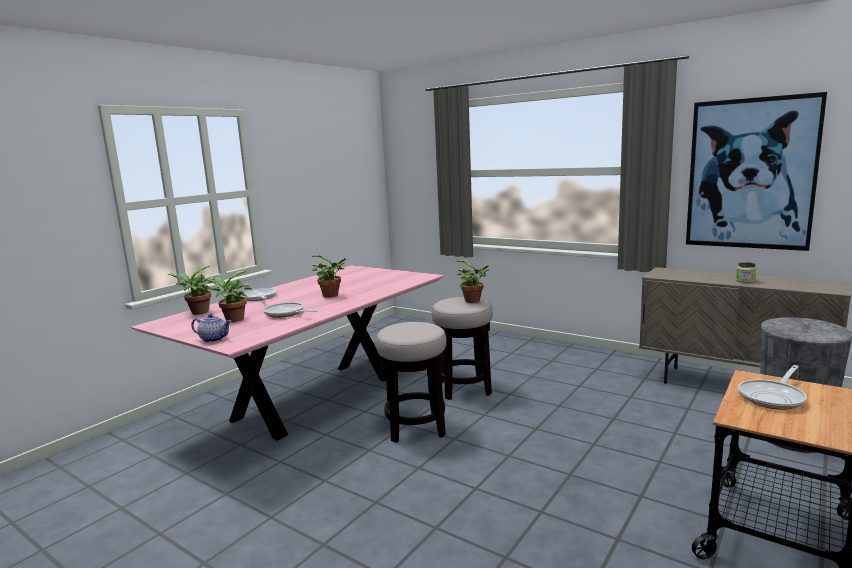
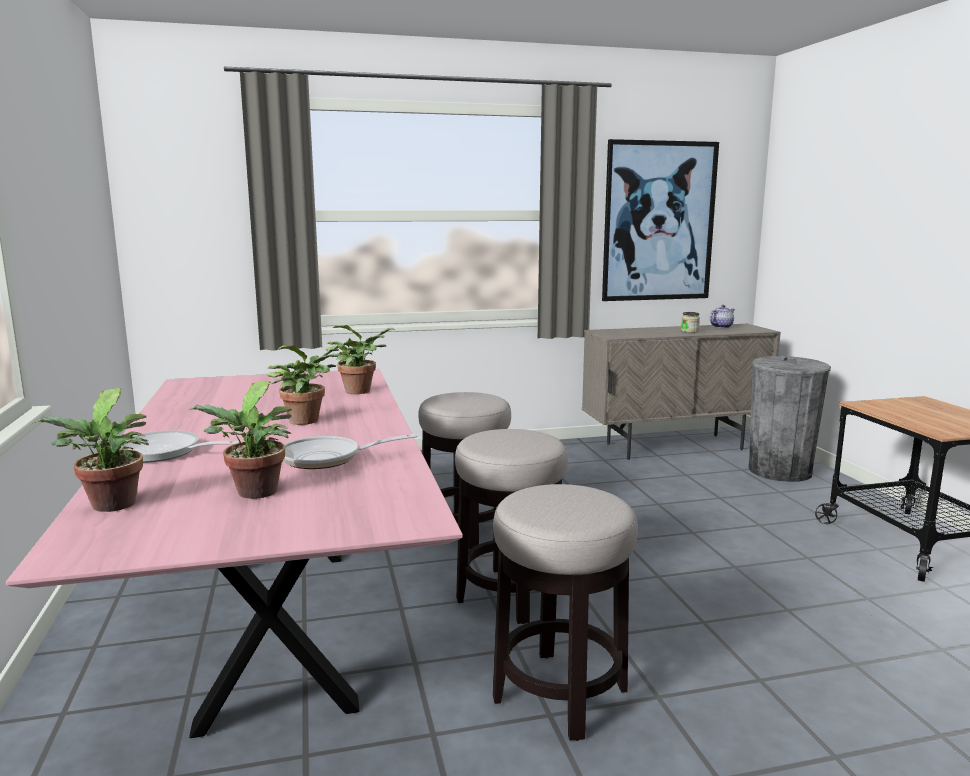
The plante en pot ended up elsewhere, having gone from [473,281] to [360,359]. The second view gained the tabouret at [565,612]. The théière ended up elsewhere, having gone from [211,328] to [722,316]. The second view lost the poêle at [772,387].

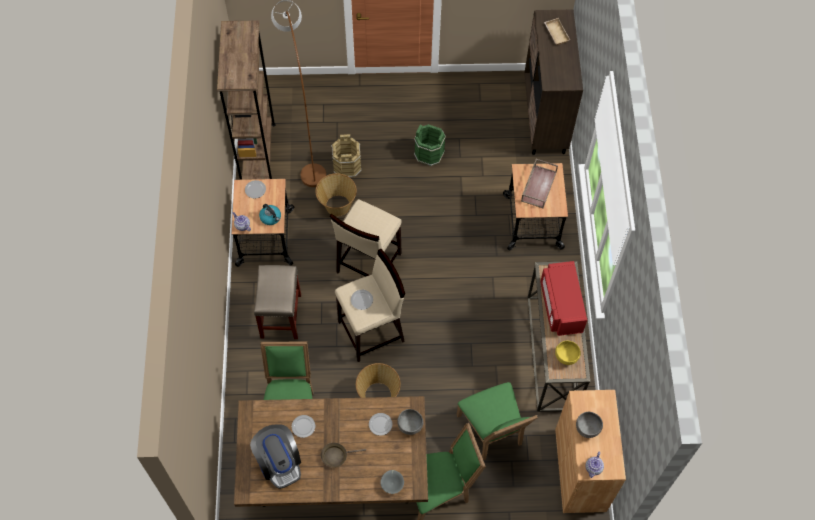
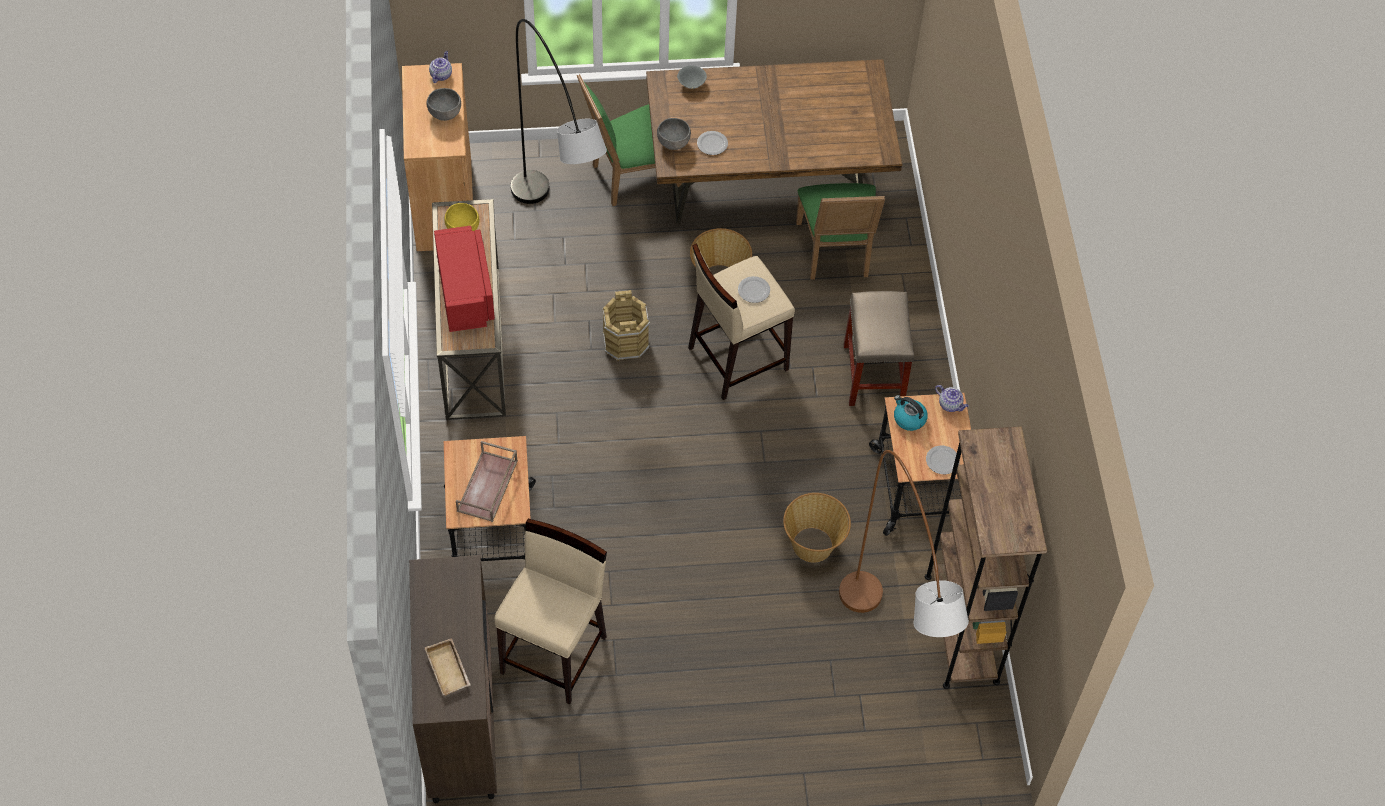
The tabouret/beige ended up elsewhere, having gone from [366,237] to [550,611]. Where the chaise/vert stood at [497,421], the lampadaire/gris came to stand at [559,111]. The seau/marron ended up elsewhere, having gone from [346,155] to [626,325]. The second view lost the machine à café at [275,456]. The second view lost the assiette at [303,426]. The second view lost the poêle/marron at [343,455]. The second view lost the seau/vert at [430,145].

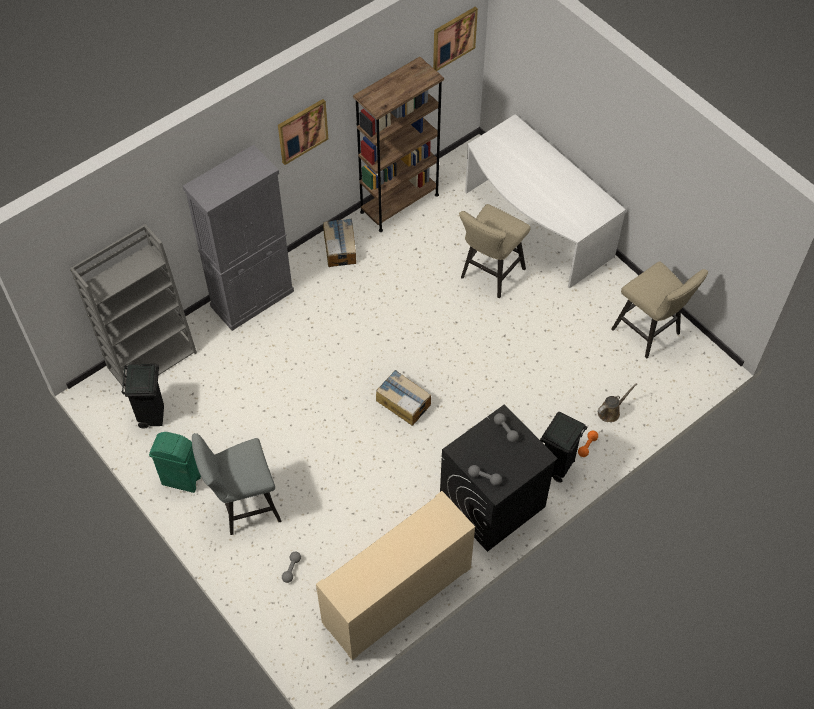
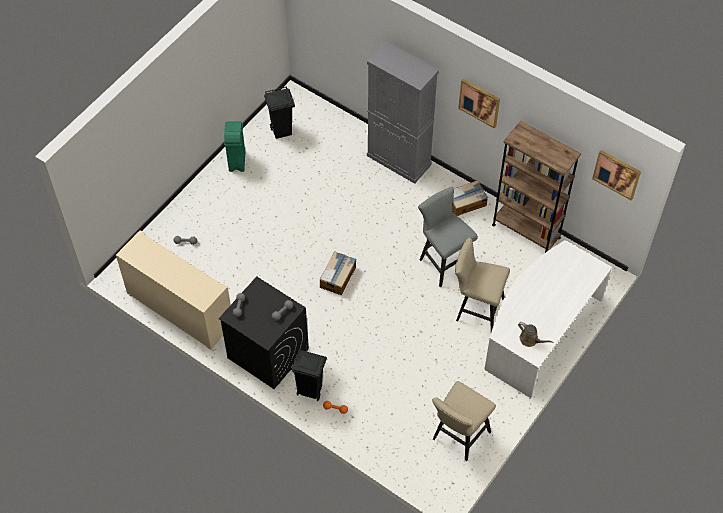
The tabouret/gris ended up elsewhere, having gone from [237,484] to [448,237]. The arrosoir/marron ended up elsewhere, having gone from [617,402] to [536,334]. The second view lost the bibliothèque/gris at [133,306].

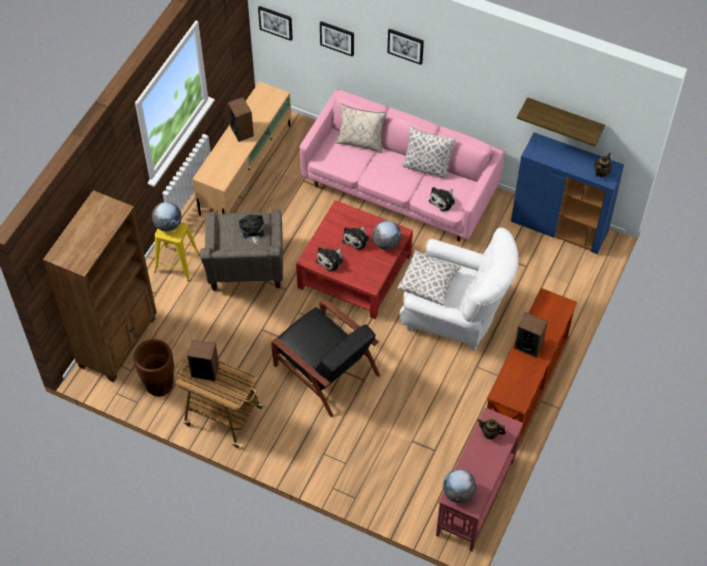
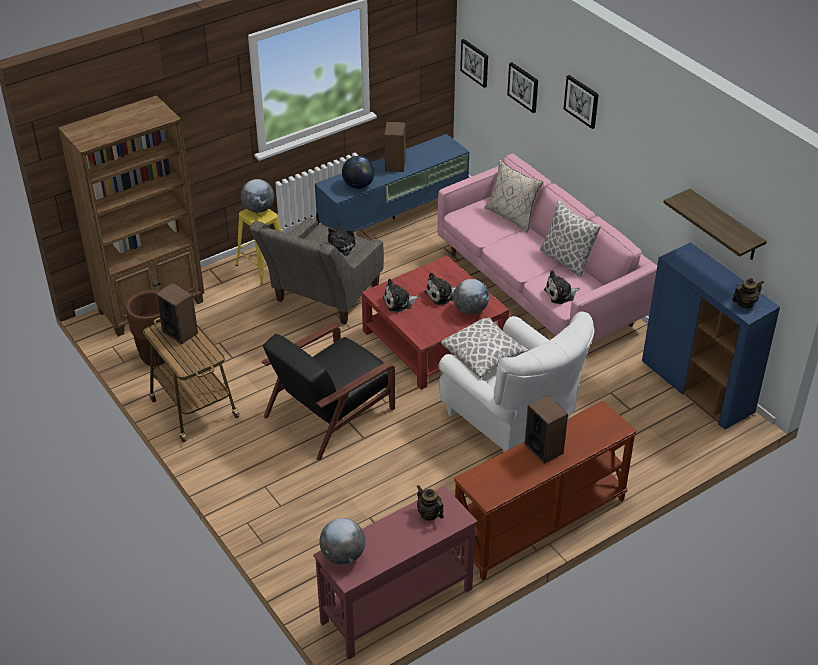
The fauteuil/noir at [325,358] ended up facing another way, 60 degrees clockwise from before. What was the meuble télé/beige at [241,148] turned into the meuble télé/bleu at [392,183]. The second view gained the globe at [358,172].

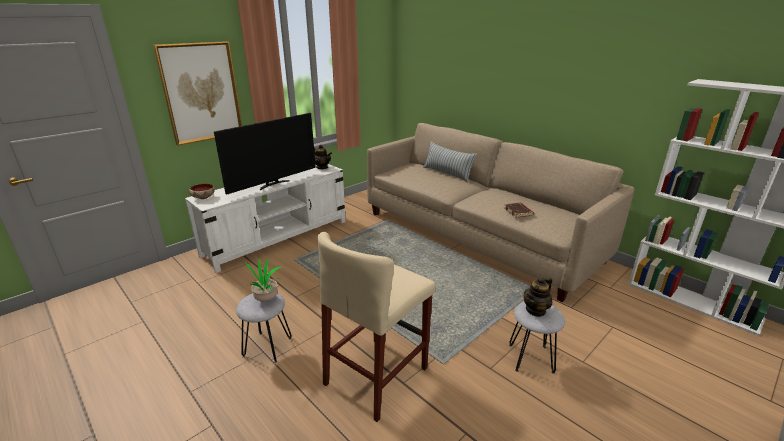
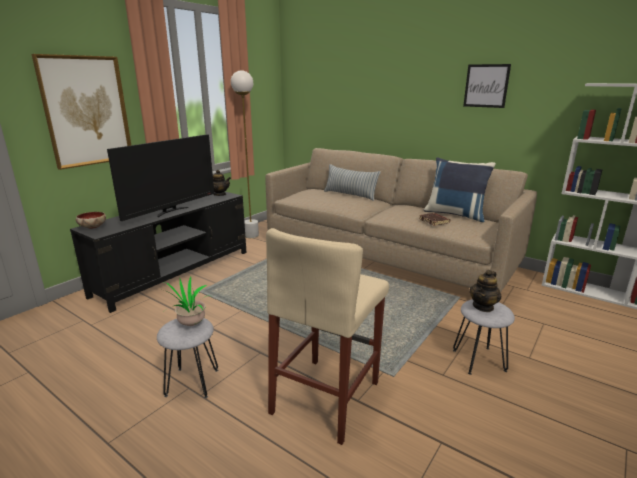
What was the meuble télé/blanc at [265,218] turned into the meuble télé/noir at [158,252]. The second view gained the lampadaire/blanc at [245,154]. The second view gained the coussin/bleu at [460,189]. The second view gained the tableau at [487,86].

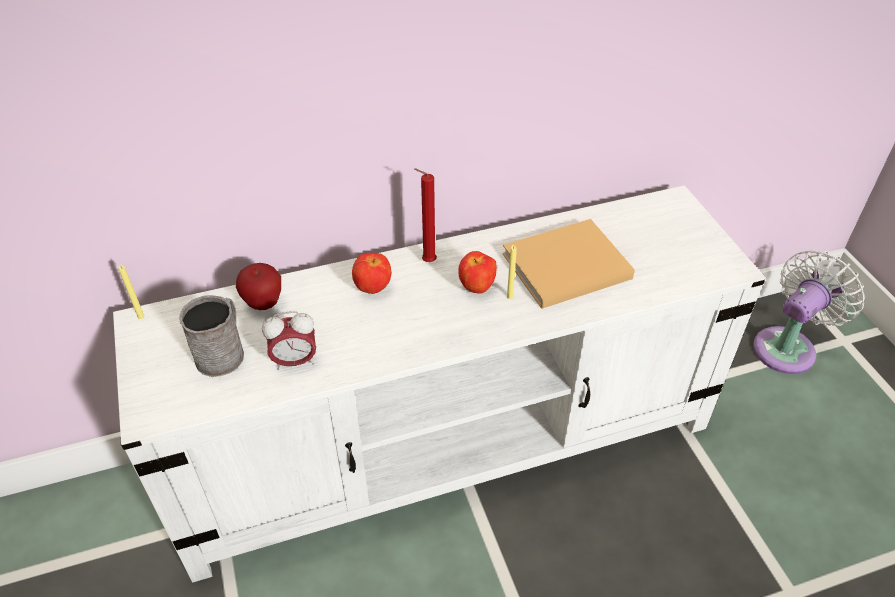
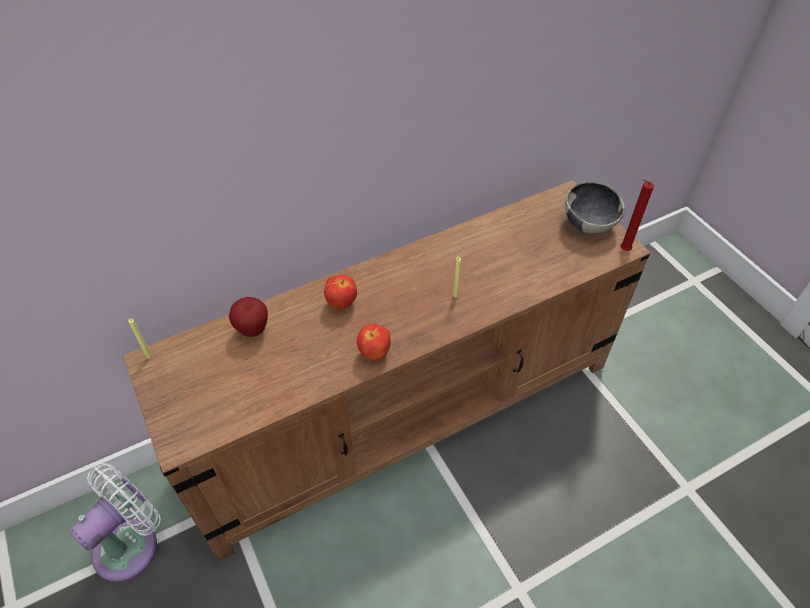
The ventilateur/blanc ended up elsewhere, having gone from [809,312] to [115,522]. What was the meuble télé/blanc at [439,384] turned into the meuble télé/marron at [386,370]. The pomme ended up elsewhere, having gone from [477,272] to [374,342]. The second view gained the bol at [595,208]. The bougie/rouge ended up elsewhere, having gone from [425,215] to [637,215]. The second view lost the mug/gris at [211,336]. The second view lost the réveil at [289,340]. The second view lost the livre/beige at [568,264].

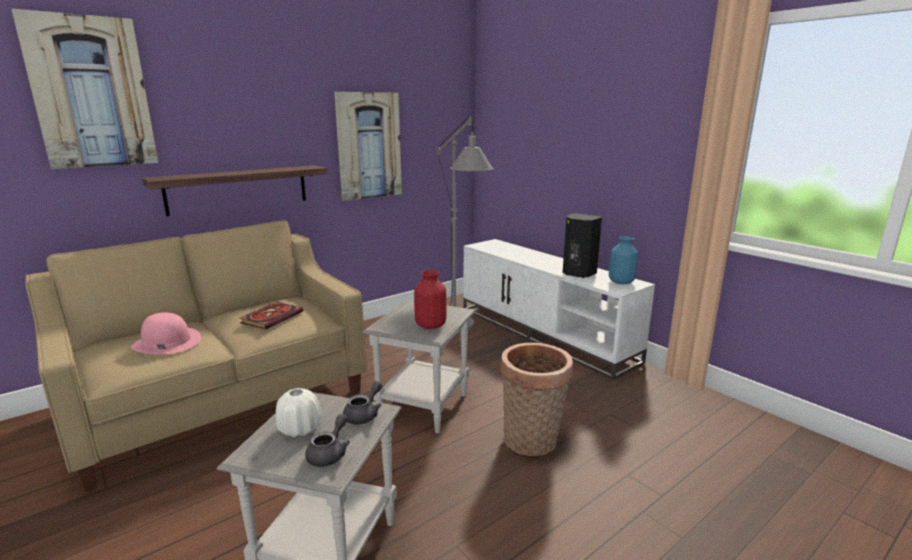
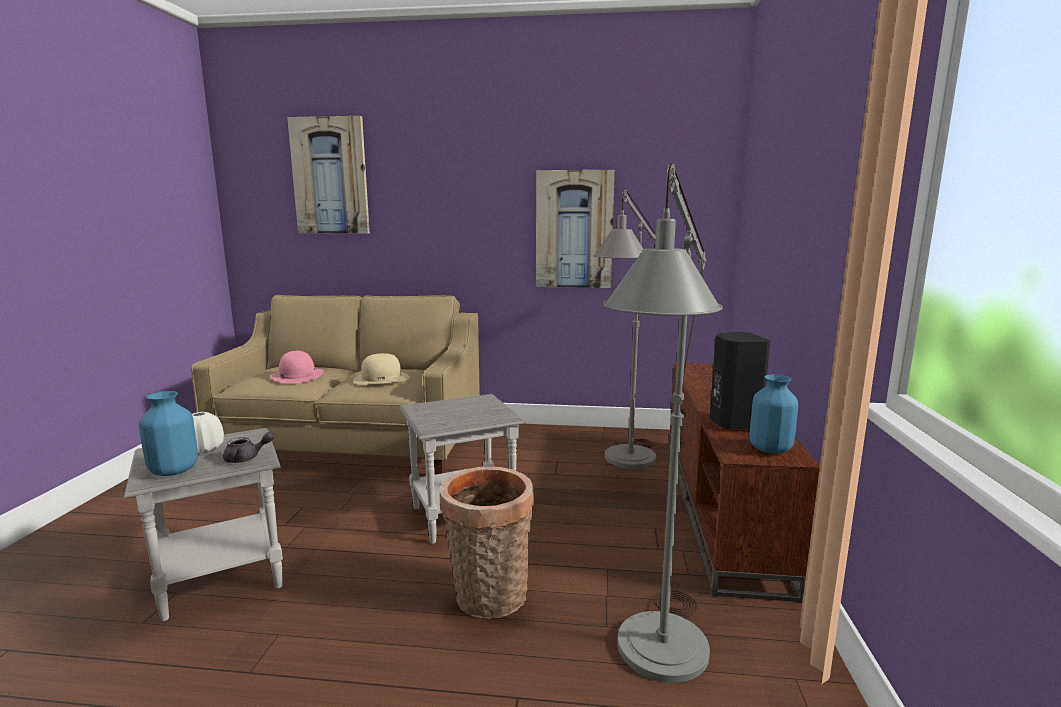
Where the théière/gris stood at [327,440], the vase/bleu came to stand at [168,433]. Where the livre stood at [271,315], the chapeau/beige came to stand at [381,369]. The second view gained the lampadaire/gris at [663,423]. What was the meuble télé/blanc at [559,309] turned into the meuble télé/marron at [744,482]. The second view lost the étagère at [234,190]. The second view lost the vase/rouge at [430,299].

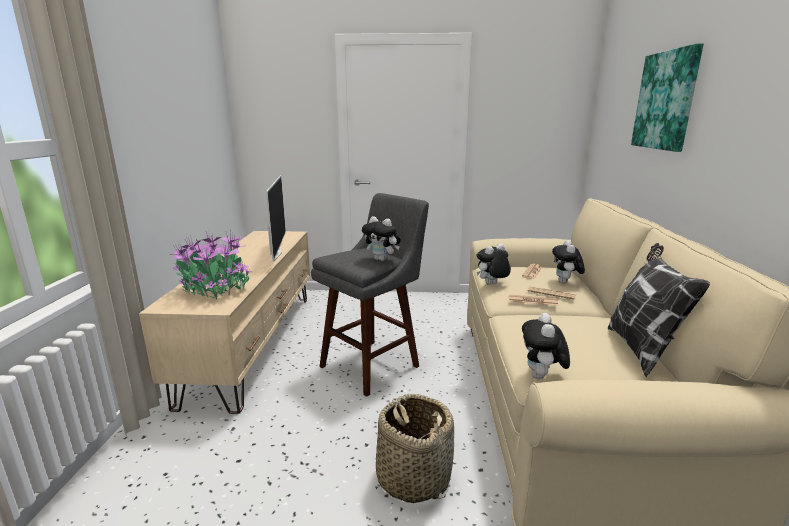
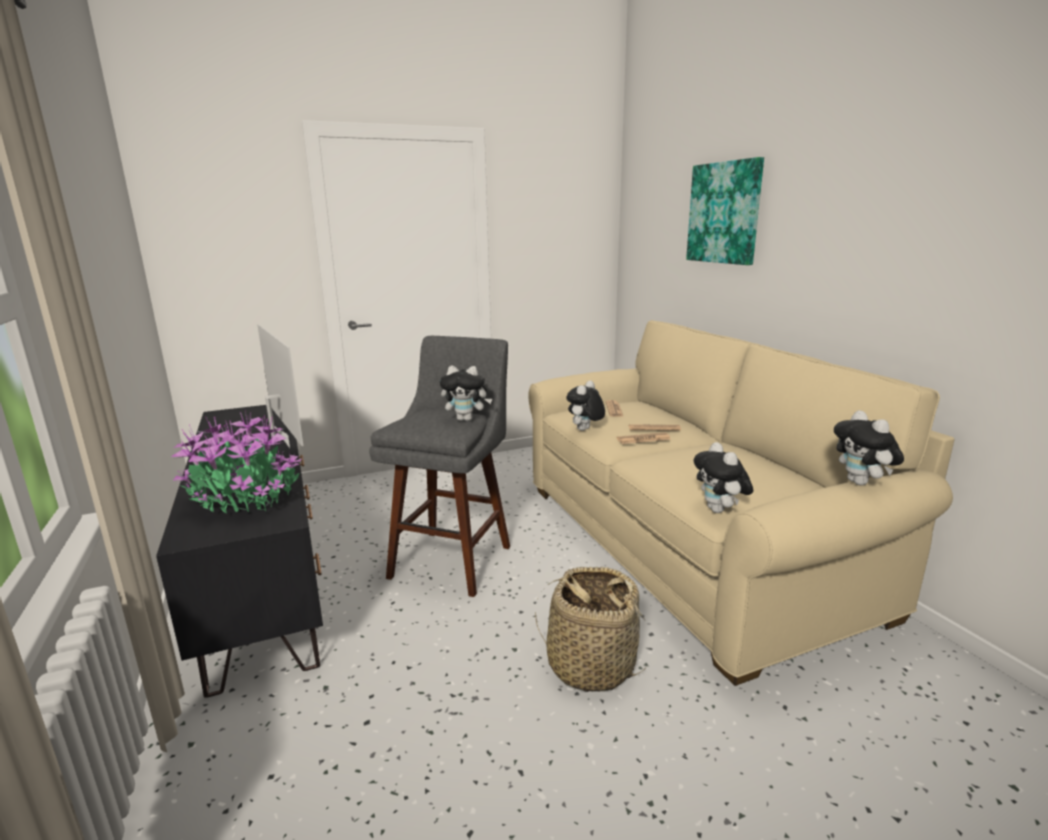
What was the meuble télé/beige at [224,322] turned into the meuble télé/noir at [239,551]. The peluche ended up elsewhere, having gone from [568,262] to [869,447]. The second view lost the coussin at [659,310].

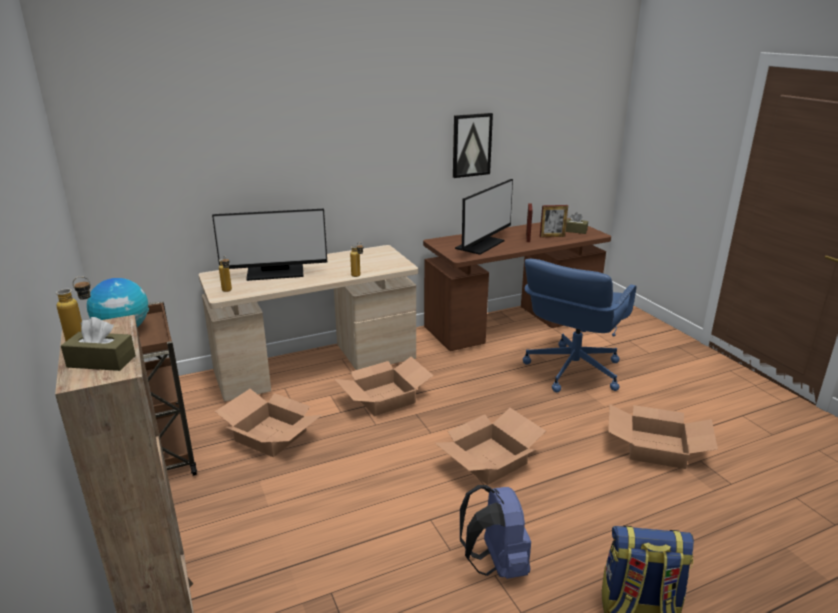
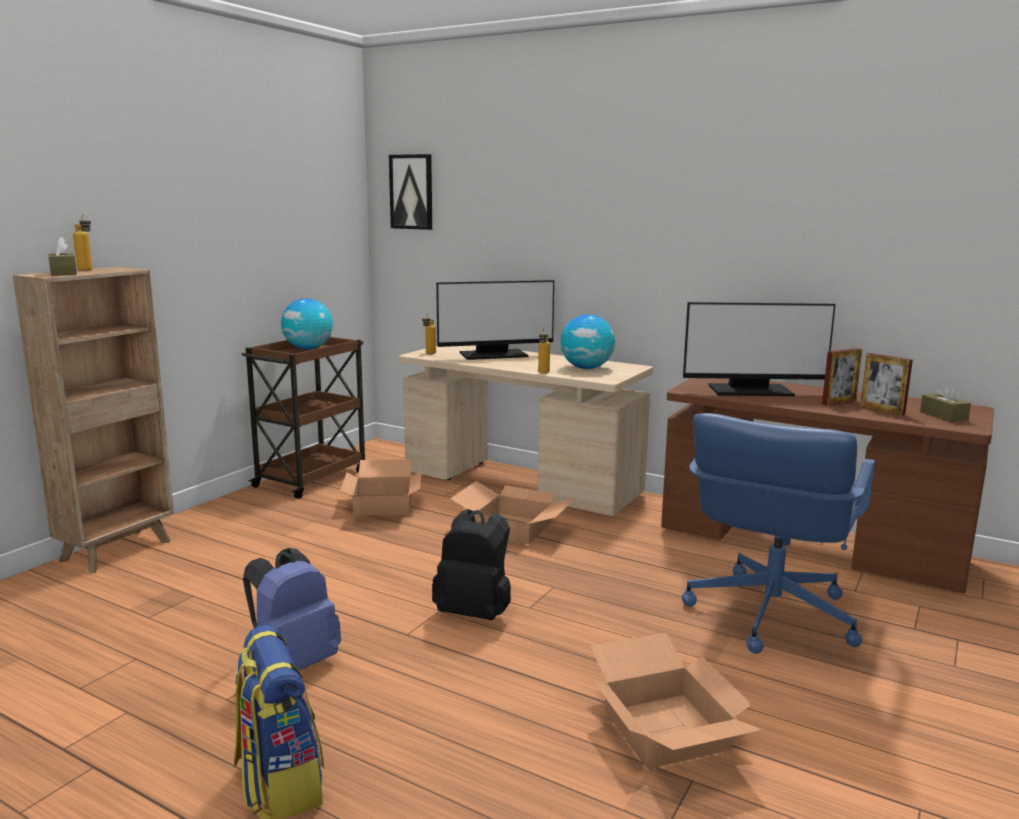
The tableau ended up elsewhere, having gone from [473,145] to [410,192]. Where the carton stood at [490,446], the sac à dos/noir came to stand at [471,564]. The écran d'ordinateur at [270,245] ended up facing another way, 60 degrees counterclockwise from before. The second view gained the globe at [588,341]. The chaise de bureau/bleu at [579,325] ended up facing another way, 60 degrees counterclockwise from before.

